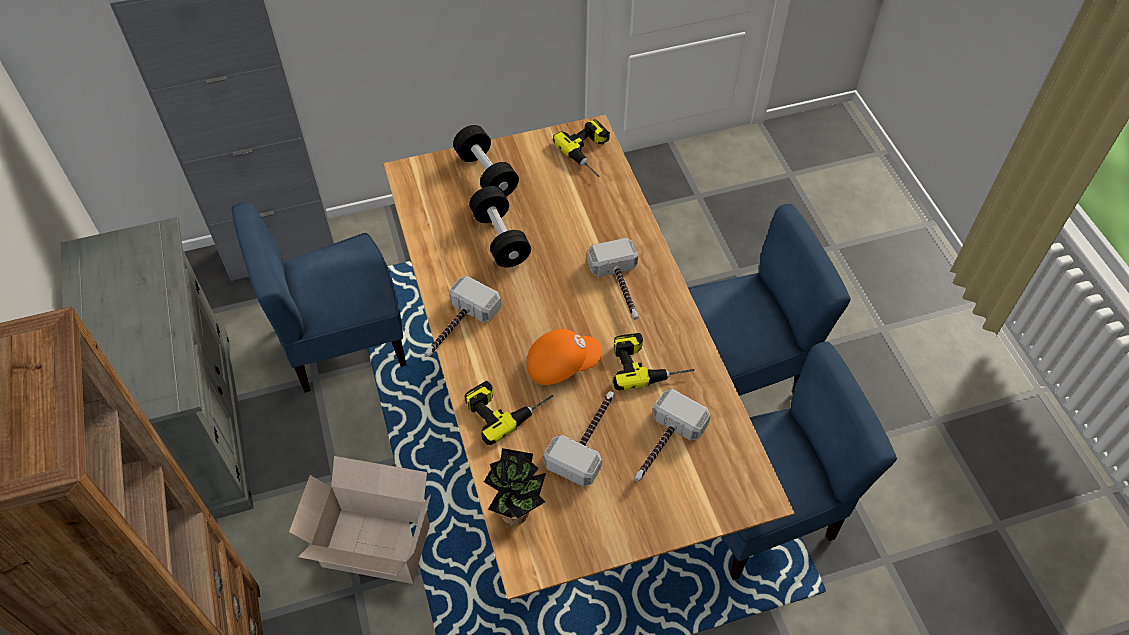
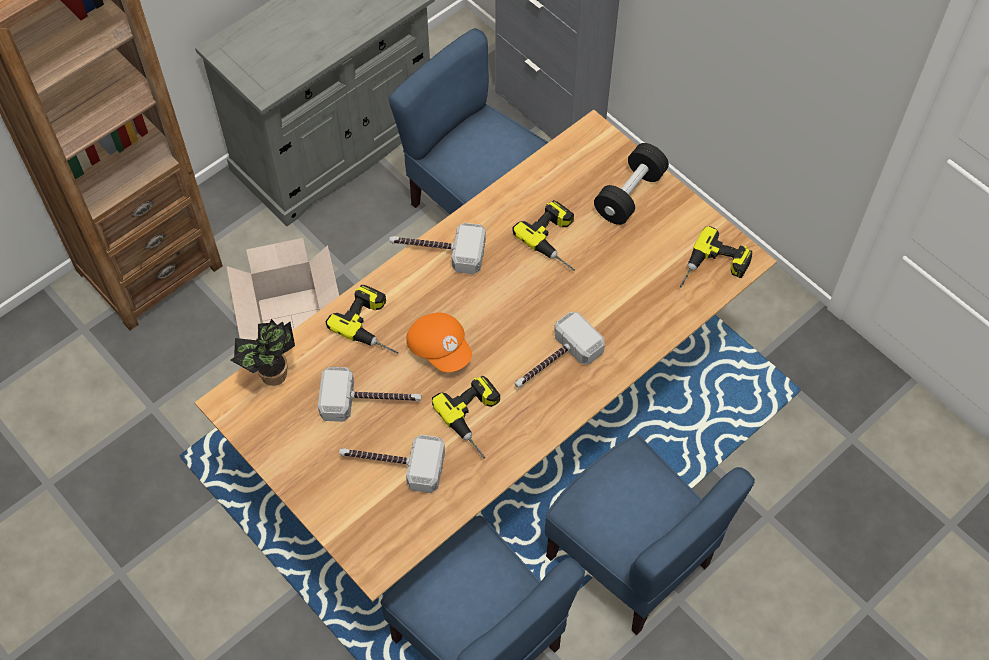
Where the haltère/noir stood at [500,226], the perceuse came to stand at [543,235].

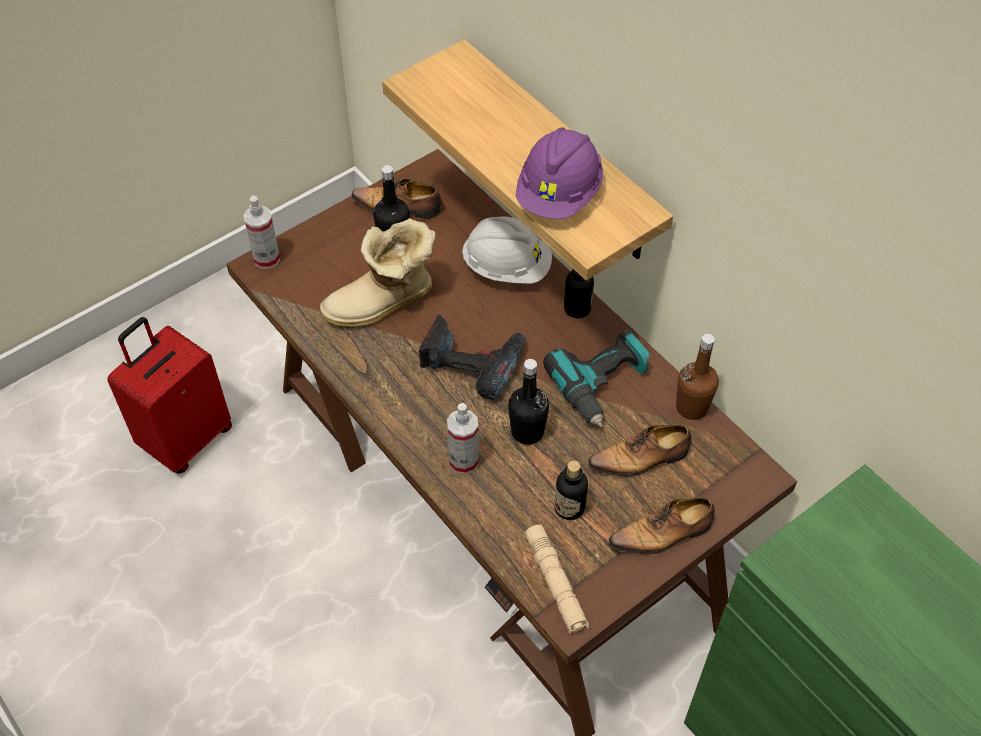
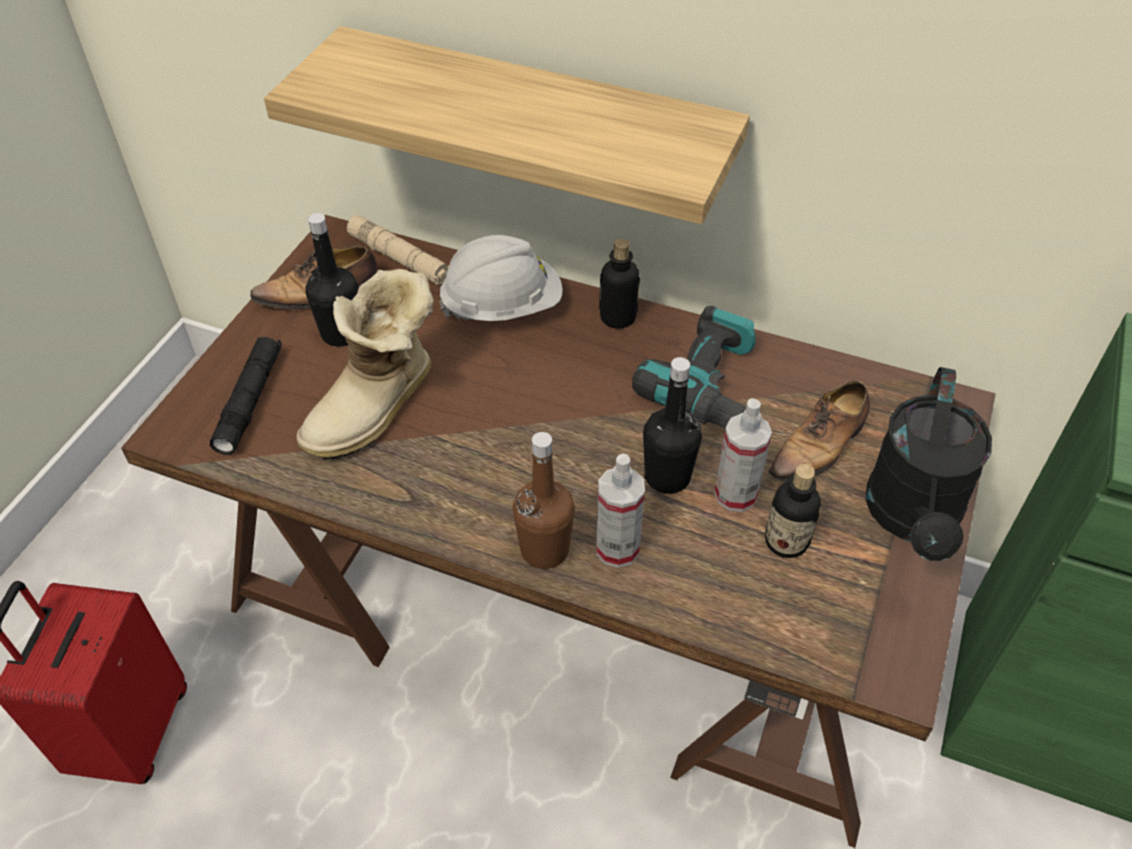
The second view gained the lampe de poche/noir at [245,396]. The lampe de poche/beige ended up elsewhere, having gone from [557,580] to [398,250]. The bouteille/marron ended up elsewhere, having gone from [697,377] to [544,500]. The vaporisateur ended up elsewhere, having gone from [261,232] to [743,455]. Where the chaussure stood at [661,525], the arrosoir/noir came to stand at [928,464]. The second view lost the perceuse at [472,357]. The second view lost the casque de chantier/violet at [559,173].

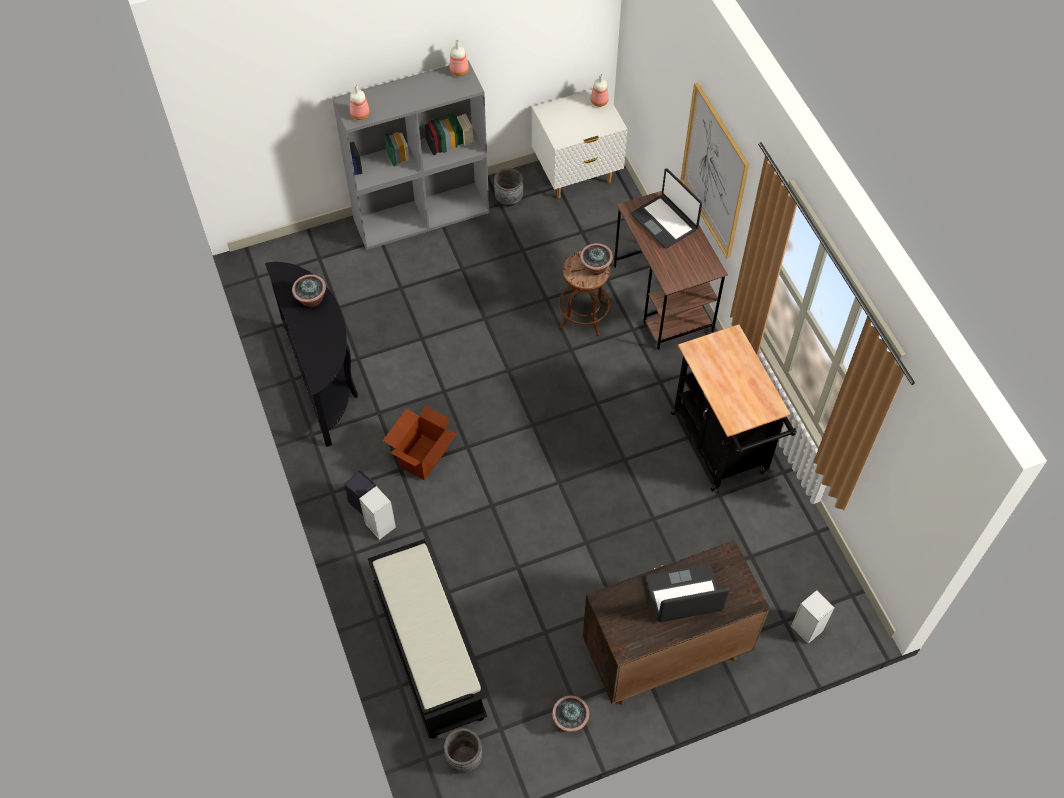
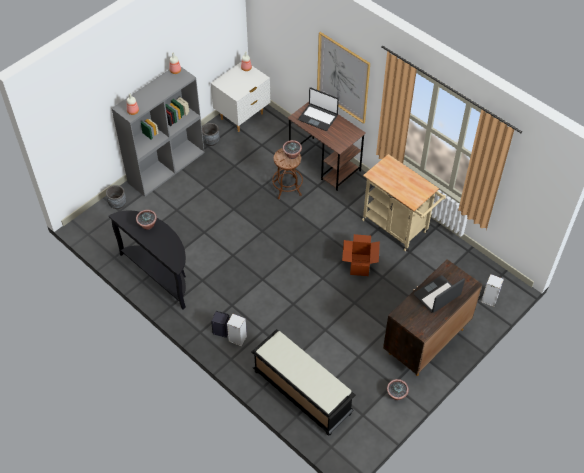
The cache-pot/gris ended up elsewhere, having gone from [463,750] to [116,197]. The carton ended up elsewhere, having gone from [419,443] to [361,255]. What was the chariot/noir at [734,407] turned into the chariot/beige at [404,202].

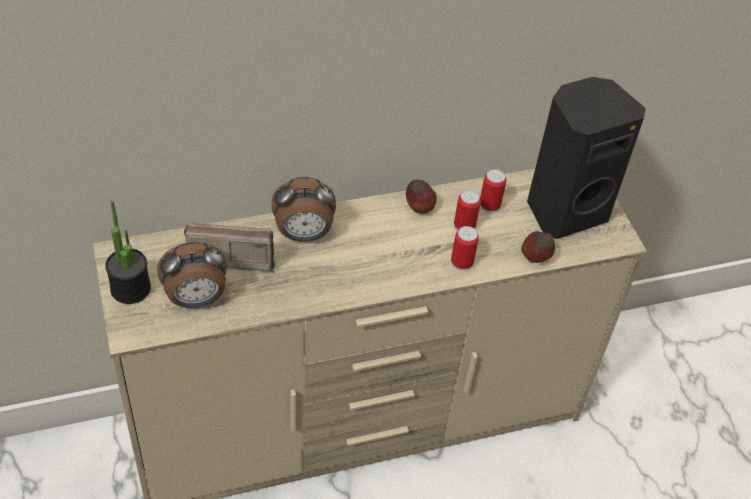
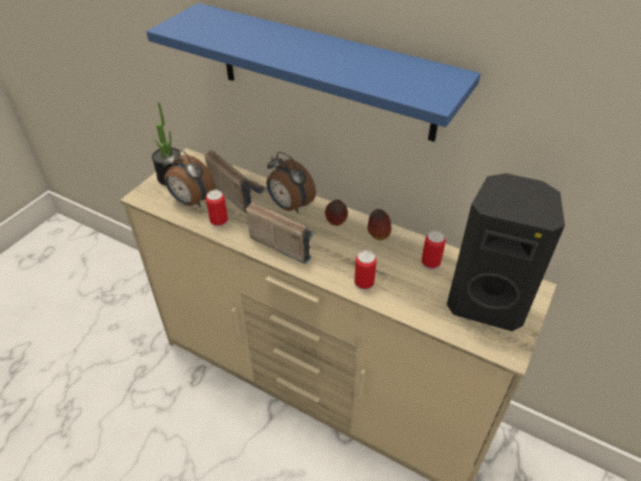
The second view gained the étagère/bleu at [313,72]. The boîte métallique ended up elsewhere, having gone from [467,210] to [217,208]. The second view gained the radio at [280,233]. The pomme ended up elsewhere, having gone from [538,247] to [336,212].

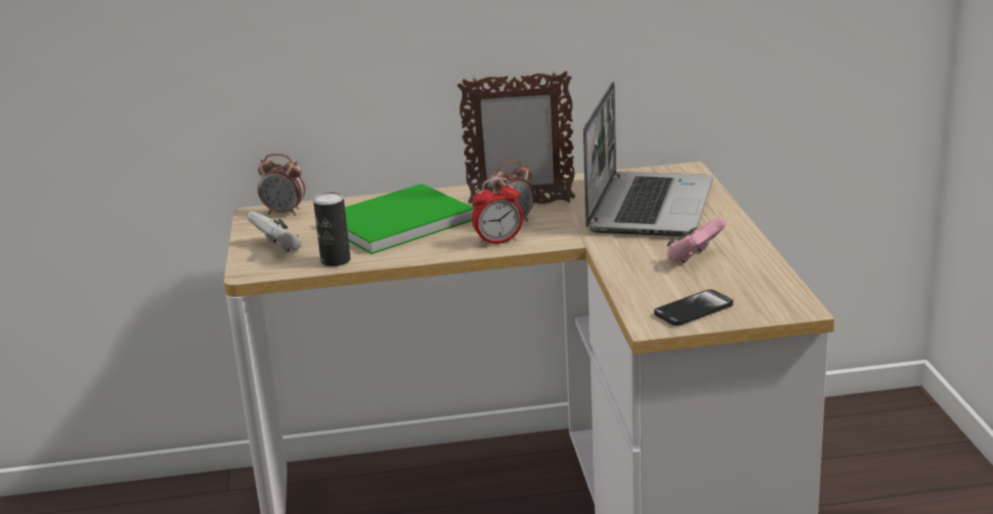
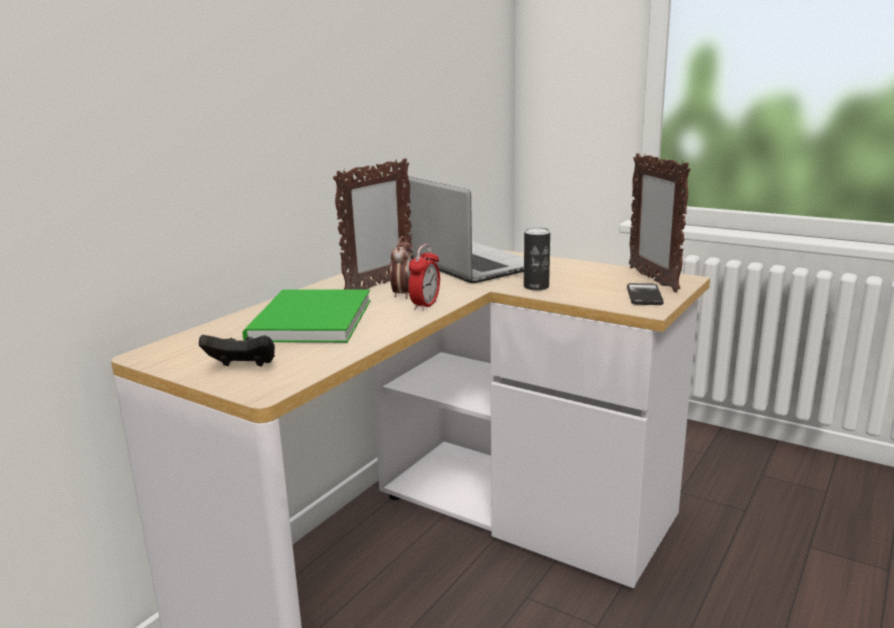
What was the manette/blanc at [274,231] turned into the manette/noir at [237,351]. The boîte métallique ended up elsewhere, having gone from [332,229] to [537,258]. The second view gained the cadre photo at [660,222]. The second view lost the réveil at [281,184]. The second view lost the manette/rose at [697,240].

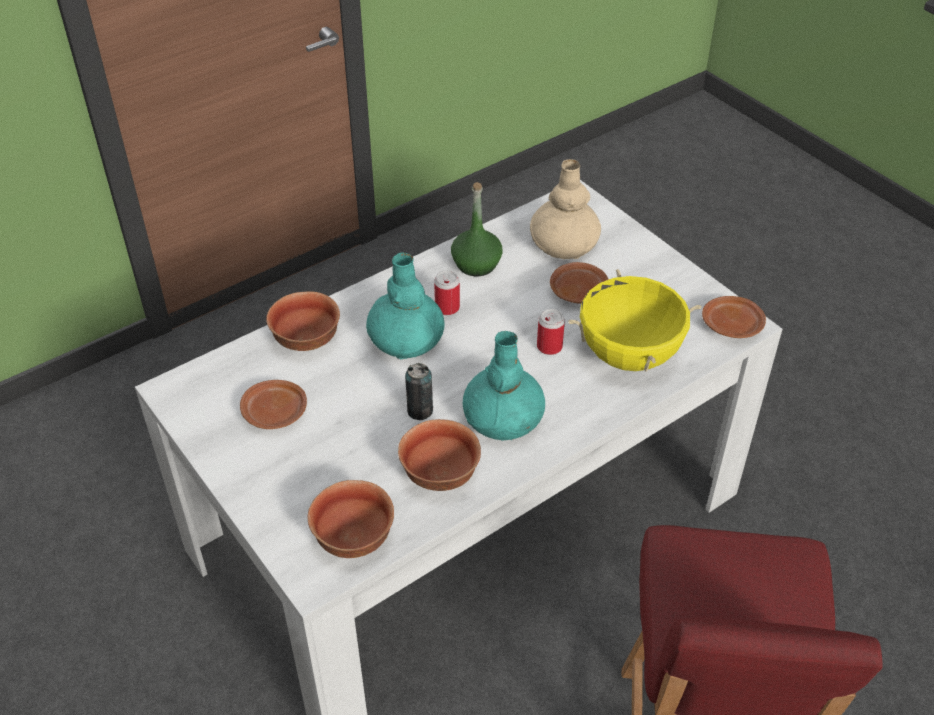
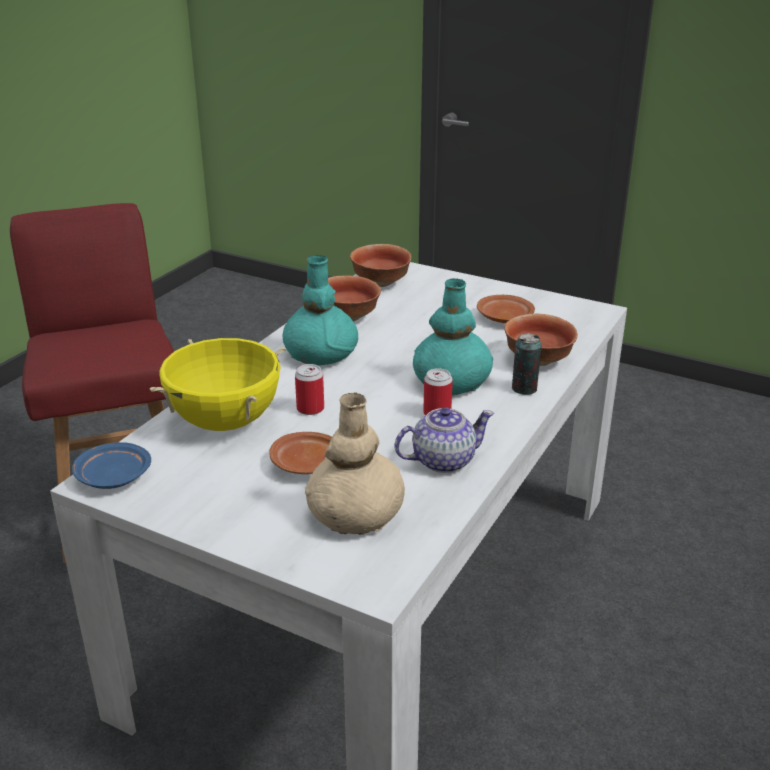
What was the assiette/marron at [734,317] turned into the assiette/bleu at [111,465]. Where the bouteille/vert stood at [477,229], the théière came to stand at [444,440]. The boîte métallique ended up elsewhere, having gone from [419,391] to [527,364].

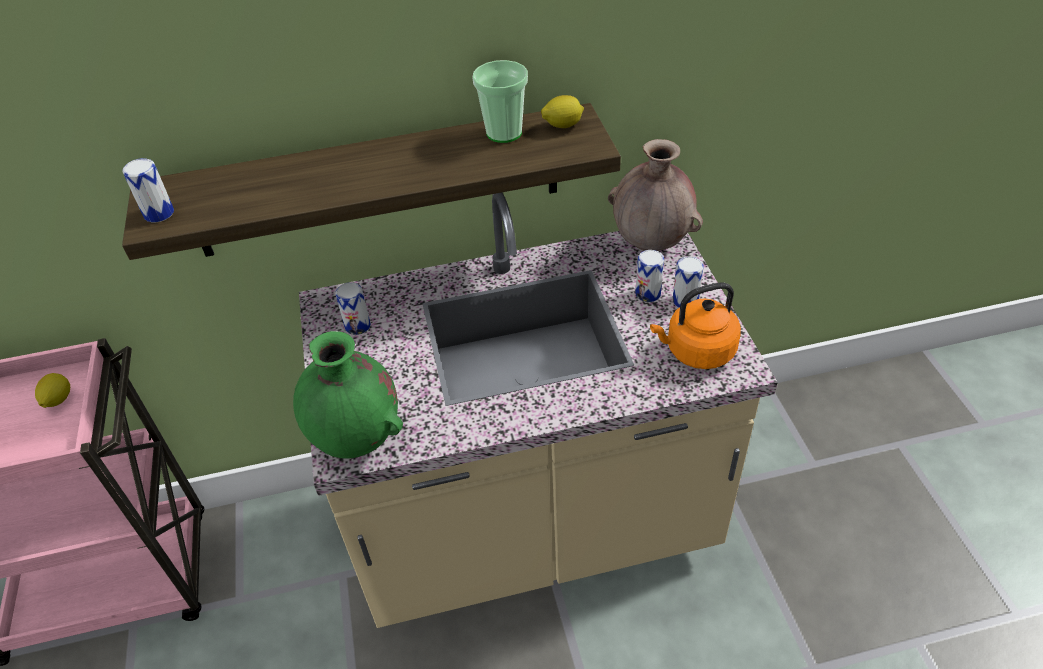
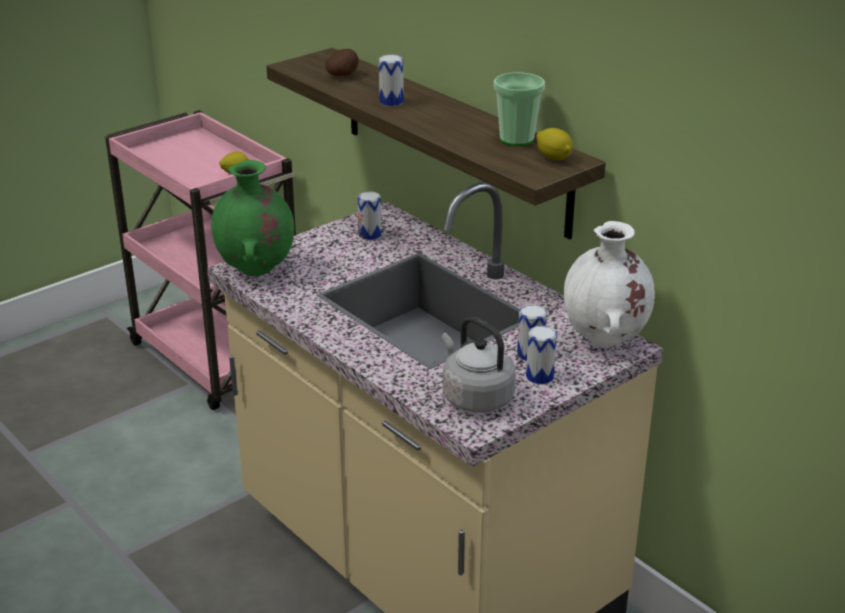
The second view gained the pomme de terre at [342,62]. The boîte métallique ended up elsewhere, having gone from [148,190] to [391,80]. What was the bouilloire/orange at [695,326] turned into the bouilloire/gris at [479,365]. What was the vase/marron at [655,195] turned into the vase/blanc at [609,284].

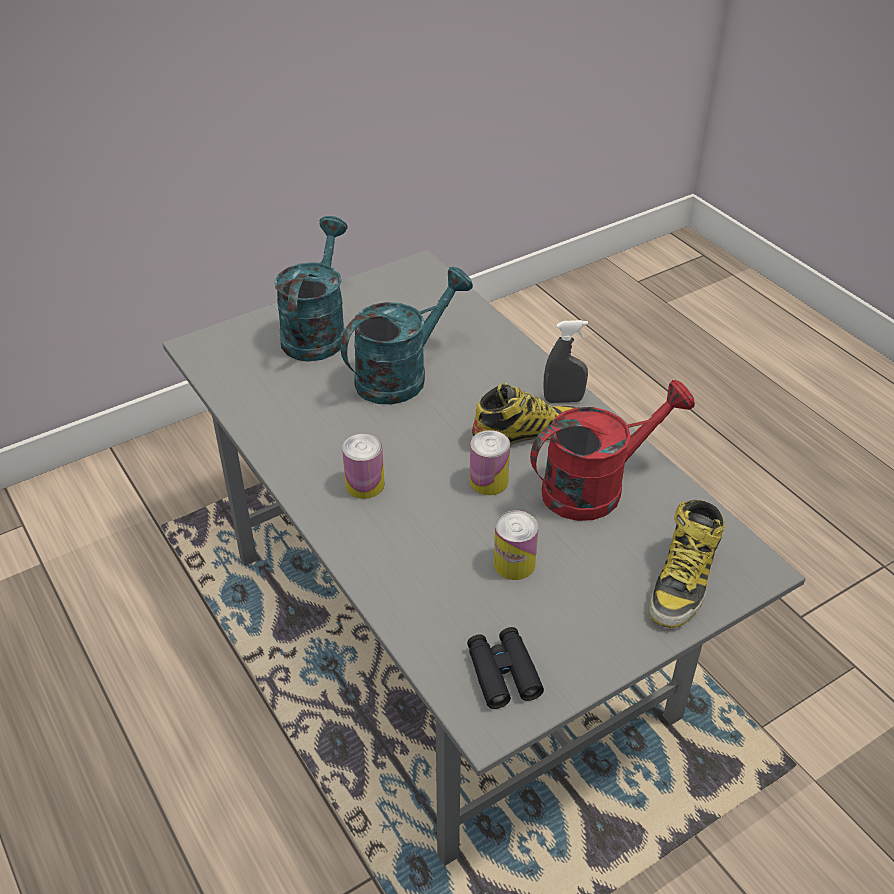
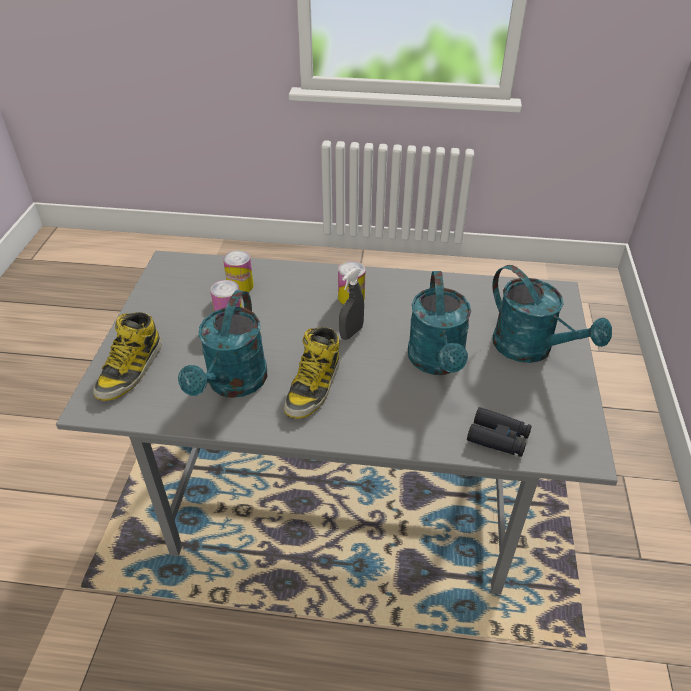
The botte at [686,564] ended up facing another way, 135 degrees counterclockwise from before. What was the arrosoir/rouge at [612,450] turned into the arrosoir/turquoise at [222,344]. The boîte métallique ended up elsewhere, having gone from [490,462] to [238,271]. The vaporisateur/gris ended up elsewhere, having gone from [566,361] to [351,304]. The jumelles/noir ended up elsewhere, having gone from [505,668] to [499,432].

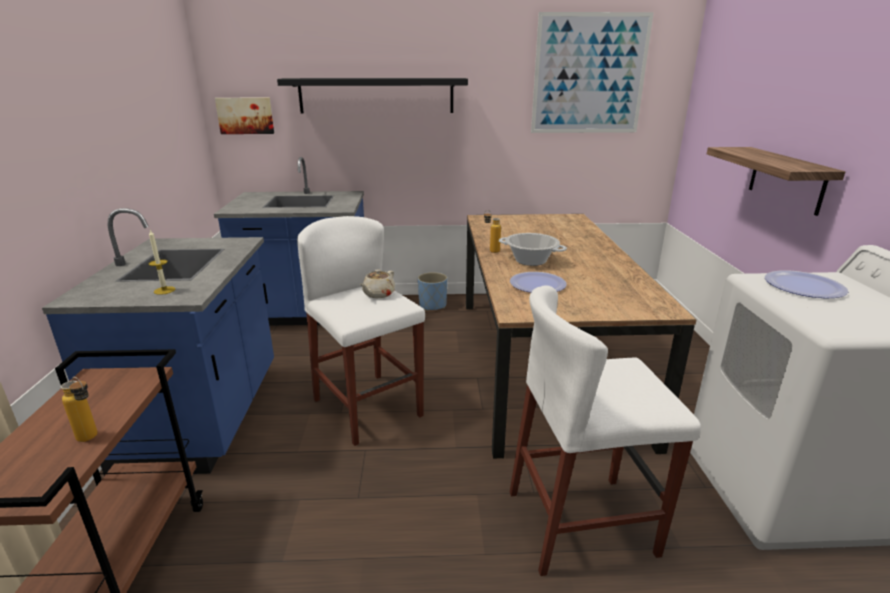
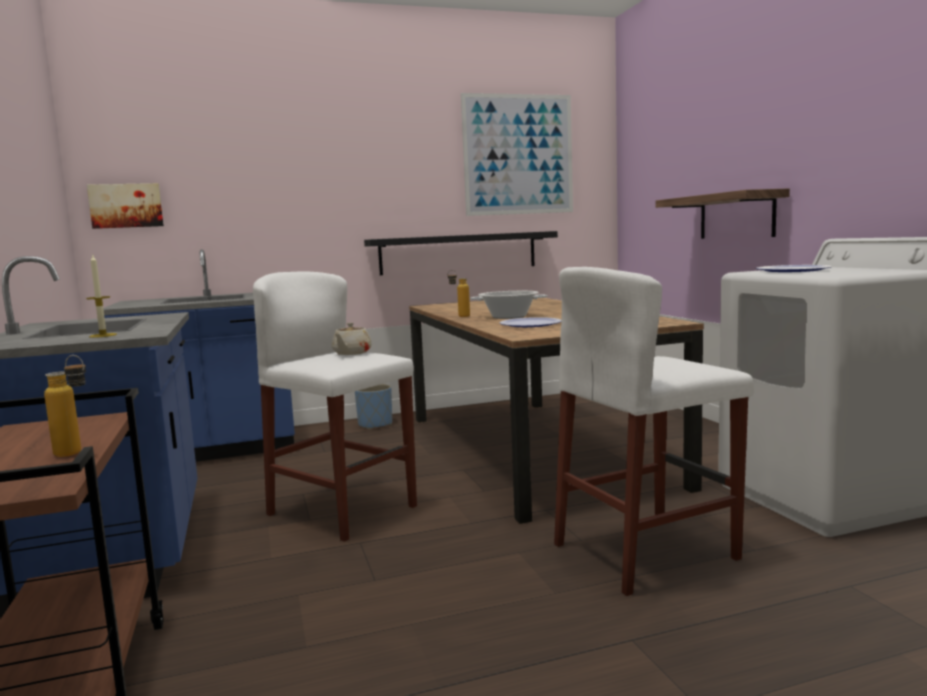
The étagère/noir ended up elsewhere, having gone from [372,95] to [461,253].

